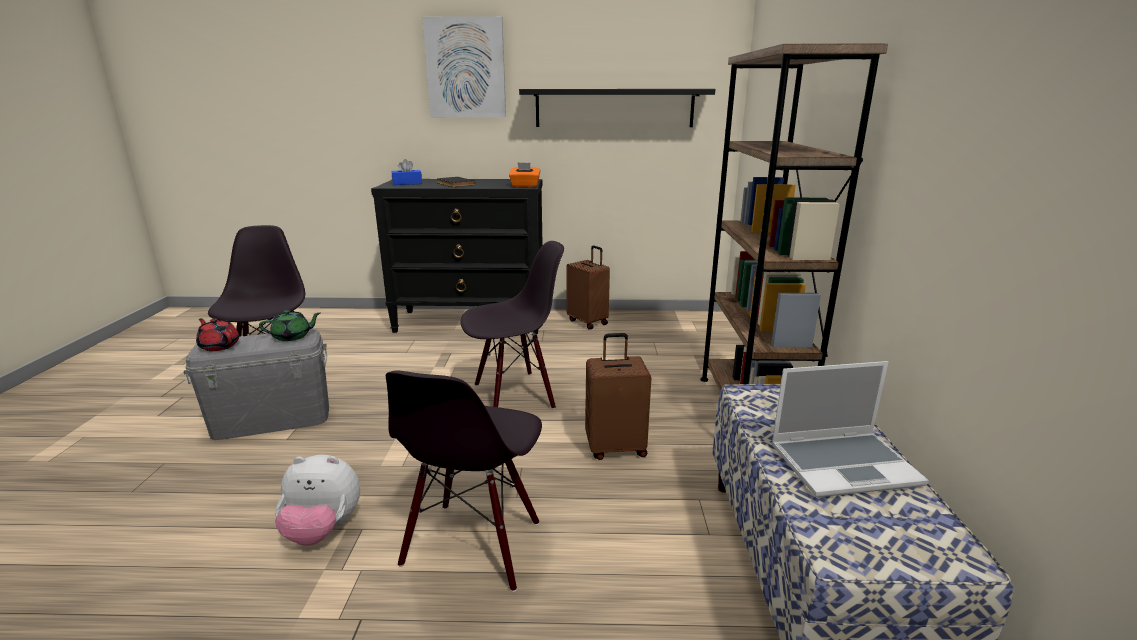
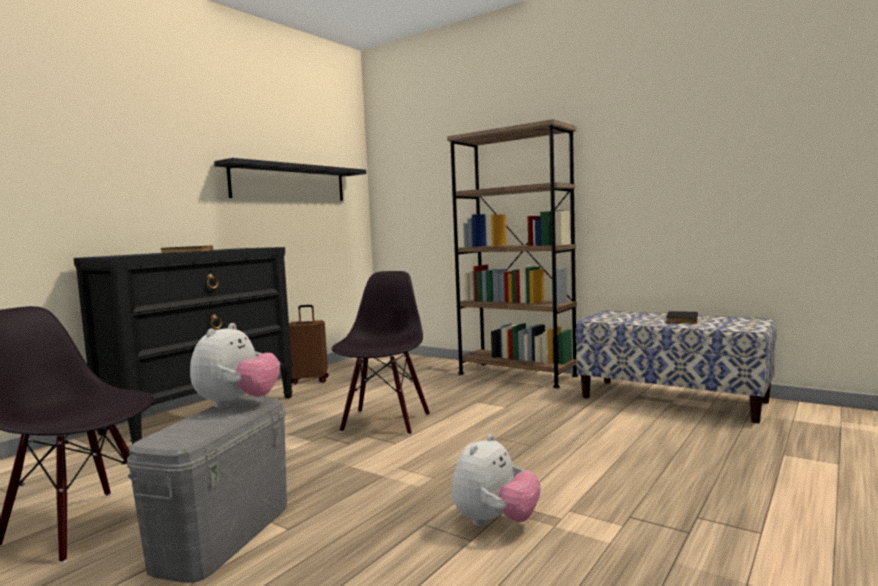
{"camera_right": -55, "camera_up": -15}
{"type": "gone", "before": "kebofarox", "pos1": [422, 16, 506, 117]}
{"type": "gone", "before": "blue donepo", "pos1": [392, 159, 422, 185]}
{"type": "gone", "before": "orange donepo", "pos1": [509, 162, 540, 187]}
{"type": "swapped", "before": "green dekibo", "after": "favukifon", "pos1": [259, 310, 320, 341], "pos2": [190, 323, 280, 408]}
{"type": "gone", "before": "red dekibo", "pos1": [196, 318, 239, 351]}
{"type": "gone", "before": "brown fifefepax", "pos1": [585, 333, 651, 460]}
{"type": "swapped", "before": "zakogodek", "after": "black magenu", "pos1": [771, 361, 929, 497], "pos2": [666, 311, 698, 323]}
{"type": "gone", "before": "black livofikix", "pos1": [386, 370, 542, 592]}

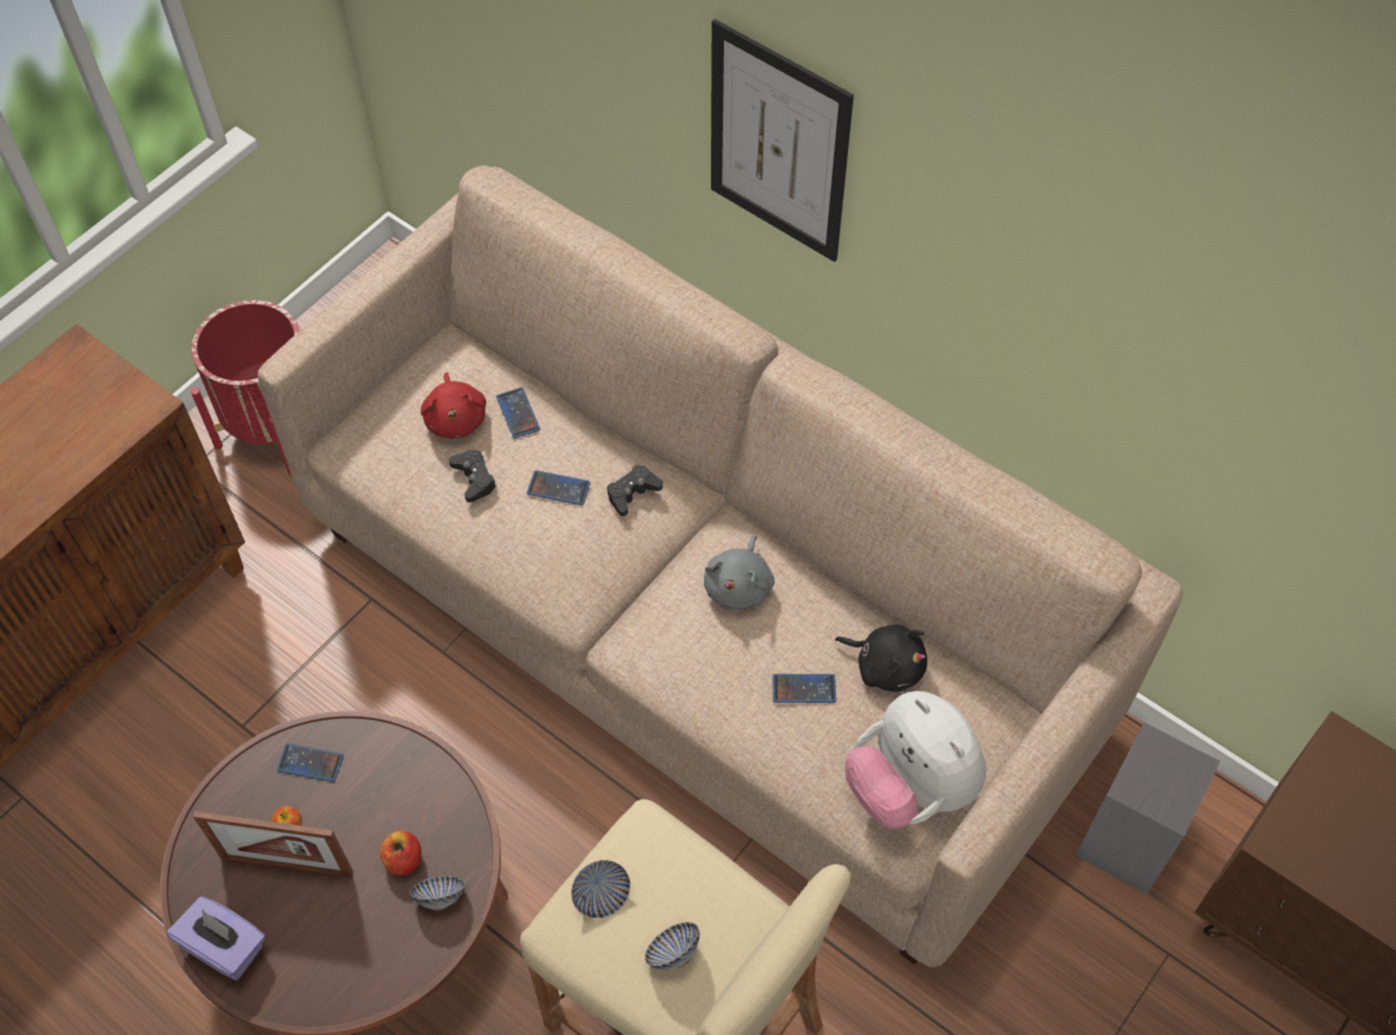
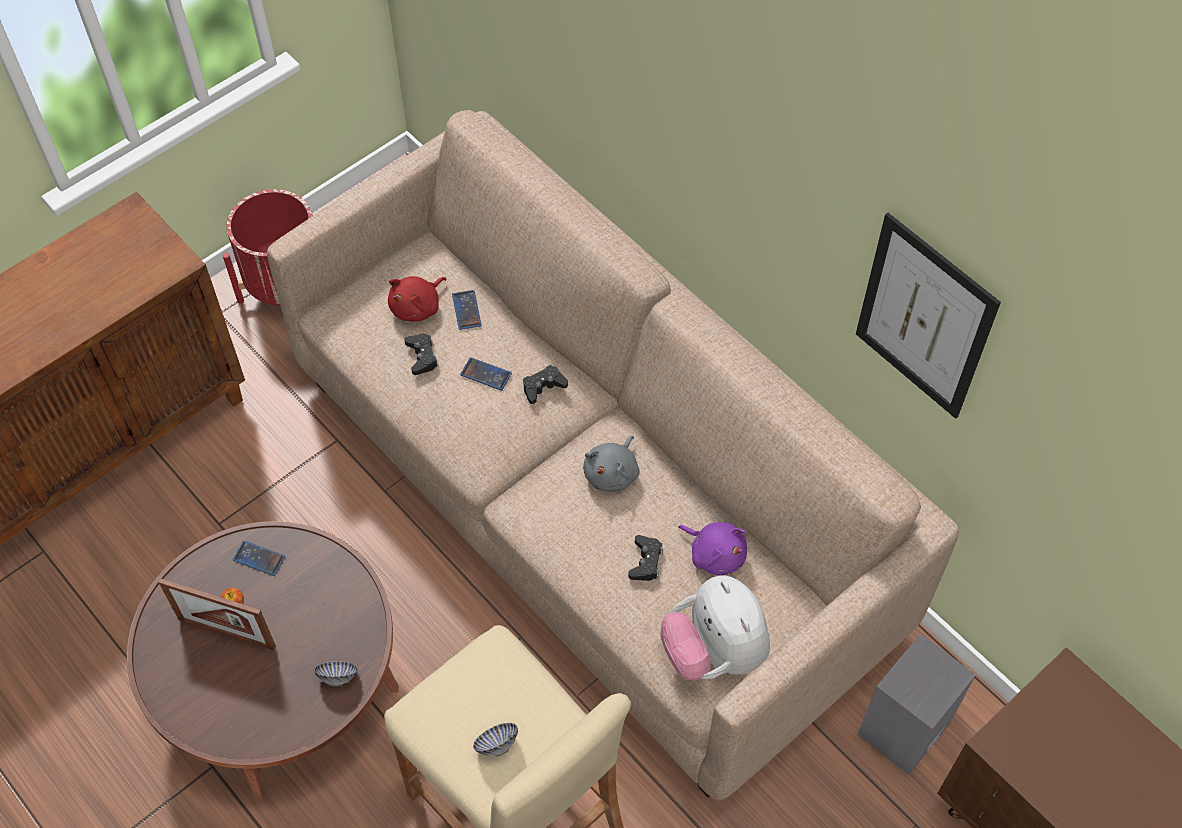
{"camera_right": 10, "camera_up": 0}
{"type": "shifted", "before": "kebofarox", "pos1": [711, 19, 854, 262], "pos2": [856, 213, 1001, 419]}
{"type": "rotated", "before": "red favukifon", "pos1": [421, 372, 486, 438], "pos2": [388, 276, 447, 322], "turn": 45}
{"type": "repainted", "before": "black favukifon", "after": "purple favukifon", "pos1": [835, 625, 927, 692], "pos2": [679, 522, 747, 576]}
{"type": "swapped", "before": "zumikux", "after": "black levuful", "pos1": [772, 674, 836, 703], "pos2": [628, 535, 663, 581]}
{"type": "gone", "before": "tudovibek", "pos1": [380, 831, 422, 876]}
{"type": "gone", "before": "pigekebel", "pos1": [572, 860, 630, 918]}
{"type": "gone", "before": "purple donepo", "pos1": [167, 896, 265, 980]}

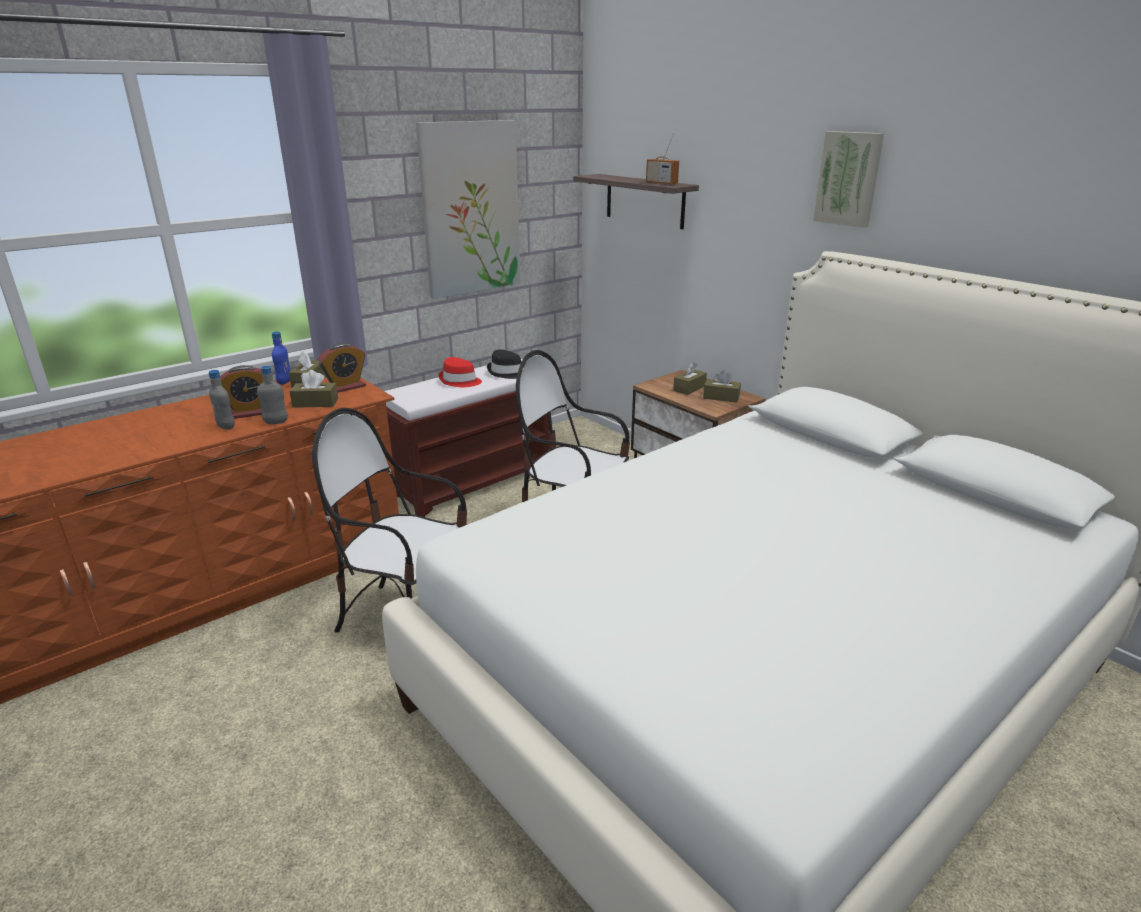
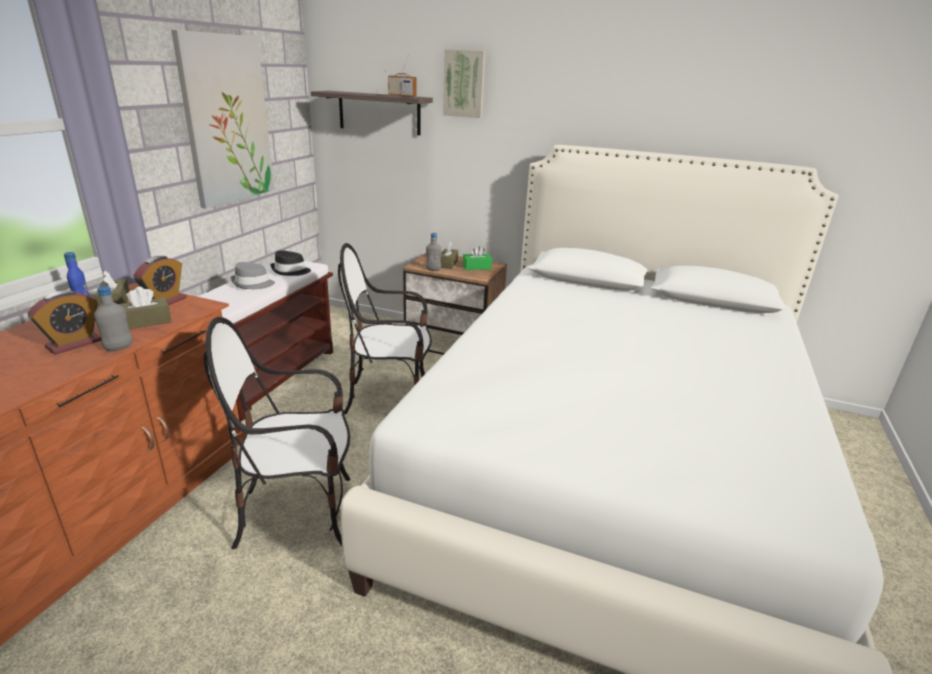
{"camera_right": -30, "camera_up": 0}
{"type": "shifted", "before": "kebofarox", "pos1": [813, 131, 884, 228], "pos2": [443, 49, 486, 118]}
{"type": "repainted", "before": "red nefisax", "after": "grey nefisax", "pos1": [439, 357, 482, 387], "pos2": [230, 262, 275, 289]}
{"type": "shifted", "before": "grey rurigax", "pos1": [209, 370, 235, 430], "pos2": [426, 233, 442, 271]}
{"type": "repainted", "before": "brown donepo", "after": "green donepo", "pos1": [703, 370, 741, 403], "pos2": [463, 245, 492, 270]}

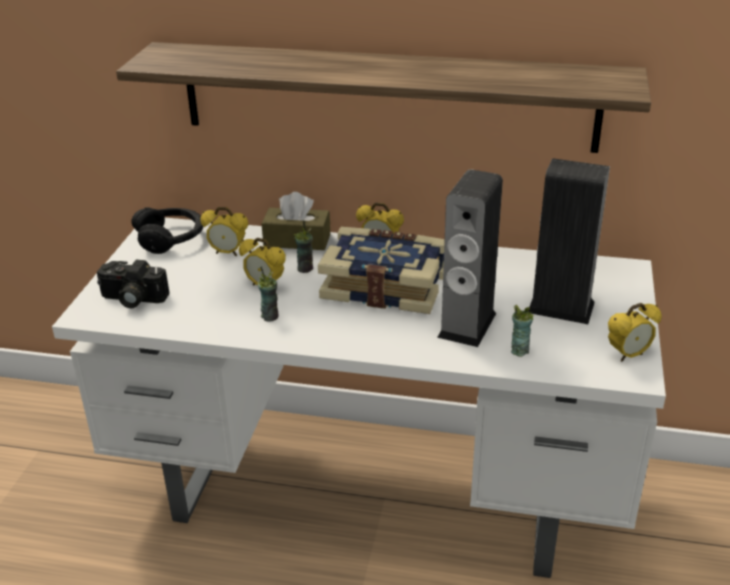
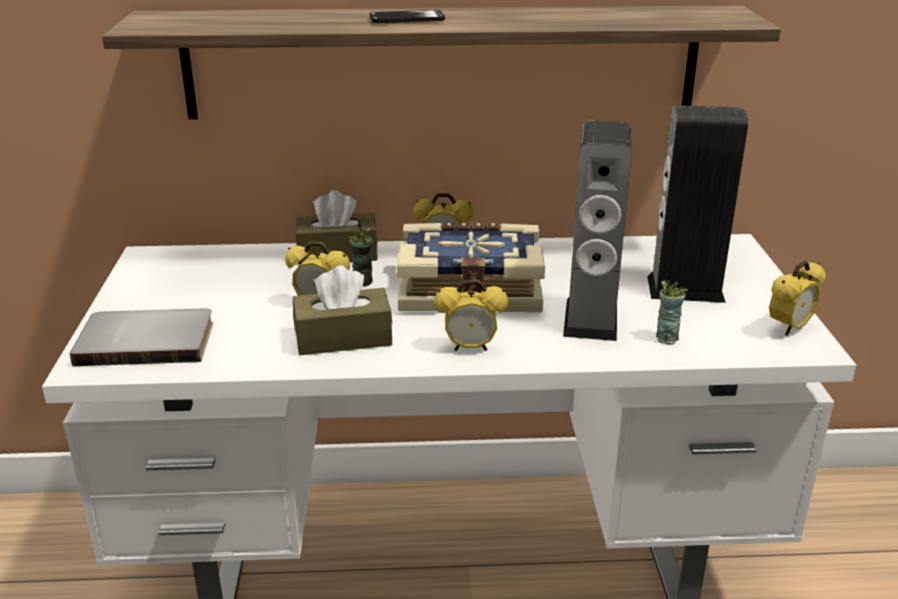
{"camera_right": -15, "camera_up": -5}
{"type": "gone", "before": "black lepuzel", "pos1": [131, 207, 203, 254]}
{"type": "shifted", "before": "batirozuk", "pos1": [200, 207, 248, 256], "pos2": [435, 279, 508, 351]}
{"type": "swapped", "before": "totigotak", "after": "grey magenu", "pos1": [97, 260, 169, 308], "pos2": [70, 309, 213, 366]}
{"type": "swapped", "before": "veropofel", "after": "brown donepo", "pos1": [258, 266, 279, 321], "pos2": [293, 265, 392, 355]}
{"type": "new", "after": "zumikux", "pos2": [370, 10, 445, 23]}

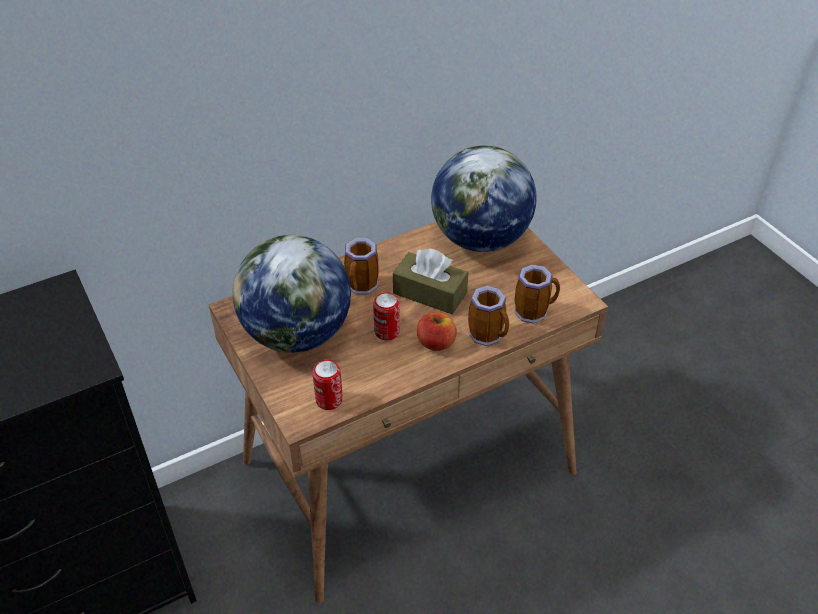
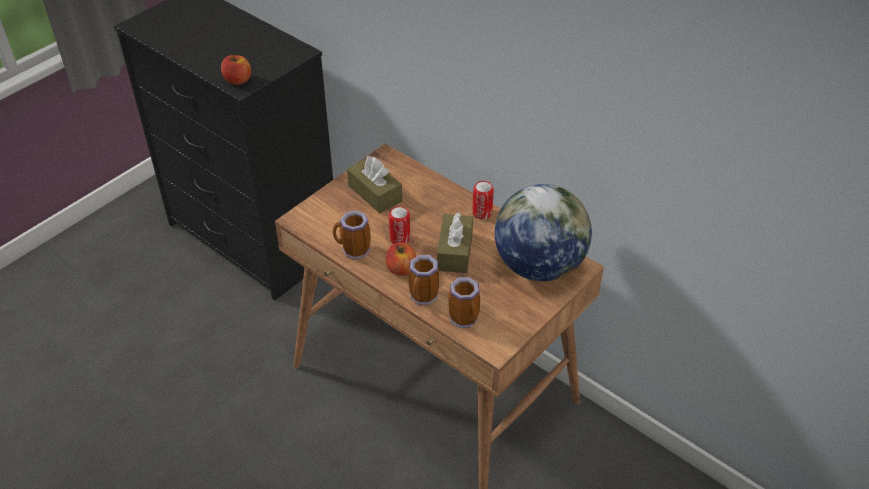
{"camera_right": 70, "camera_up": 0}
{"type": "swapped", "before": "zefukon", "after": "brown donepo", "pos1": [233, 235, 351, 353], "pos2": [347, 156, 402, 213]}
{"type": "shifted", "before": "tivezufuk", "pos1": [344, 238, 378, 294], "pos2": [333, 210, 371, 260]}
{"type": "shifted", "before": "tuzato", "pos1": [313, 360, 343, 410], "pos2": [472, 181, 494, 219]}
{"type": "new", "after": "tudovibek", "pos2": [221, 55, 251, 85]}

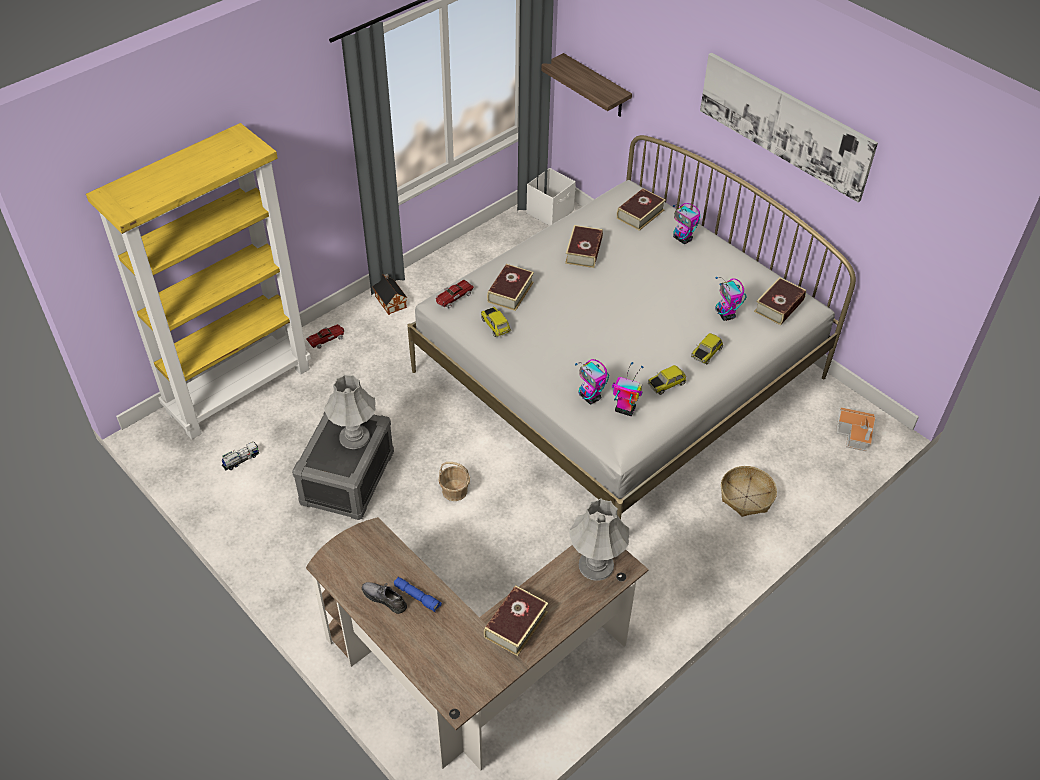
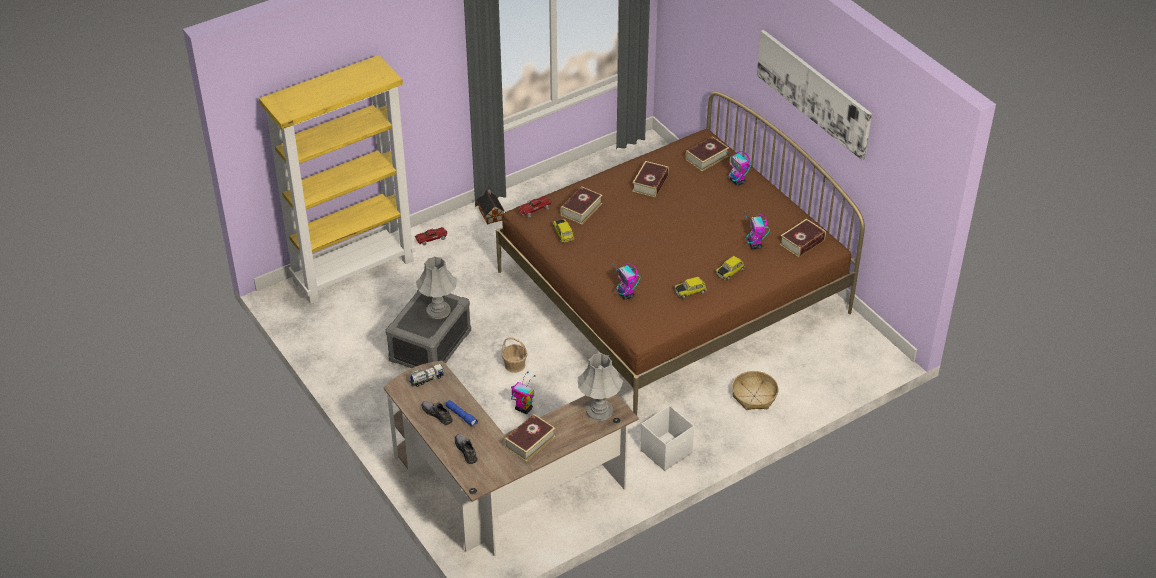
{"camera_right": 10, "camera_up": -5}
{"type": "gone", "before": "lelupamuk", "pos1": [541, 53, 632, 117]}
{"type": "repainted", "before": "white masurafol", "after": "brown masurafol", "pos1": [407, 135, 856, 519], "pos2": [496, 92, 865, 416]}
{"type": "shifted", "before": "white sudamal", "pos1": [526, 168, 576, 226], "pos2": [640, 406, 694, 471]}
{"type": "shifted", "before": "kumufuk", "pos1": [612, 362, 643, 416], "pos2": [511, 371, 536, 414]}
{"type": "gone", "before": "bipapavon", "pos1": [837, 407, 876, 452]}
{"type": "shifted", "before": "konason", "pos1": [222, 442, 259, 470], "pos2": [409, 364, 444, 387]}
{"type": "new", "after": "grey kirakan", "pos2": [455, 434, 478, 464]}

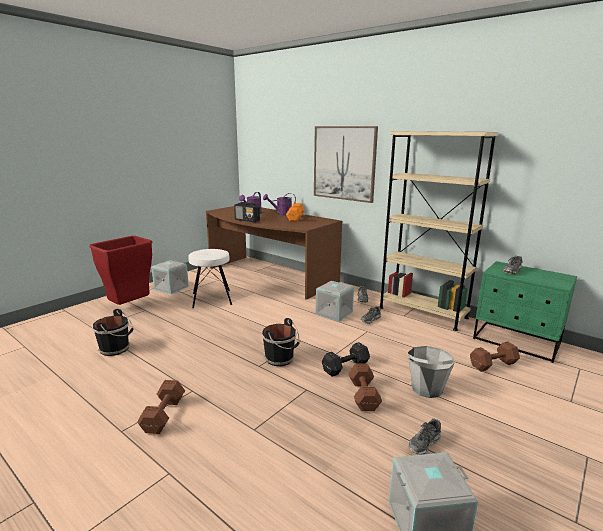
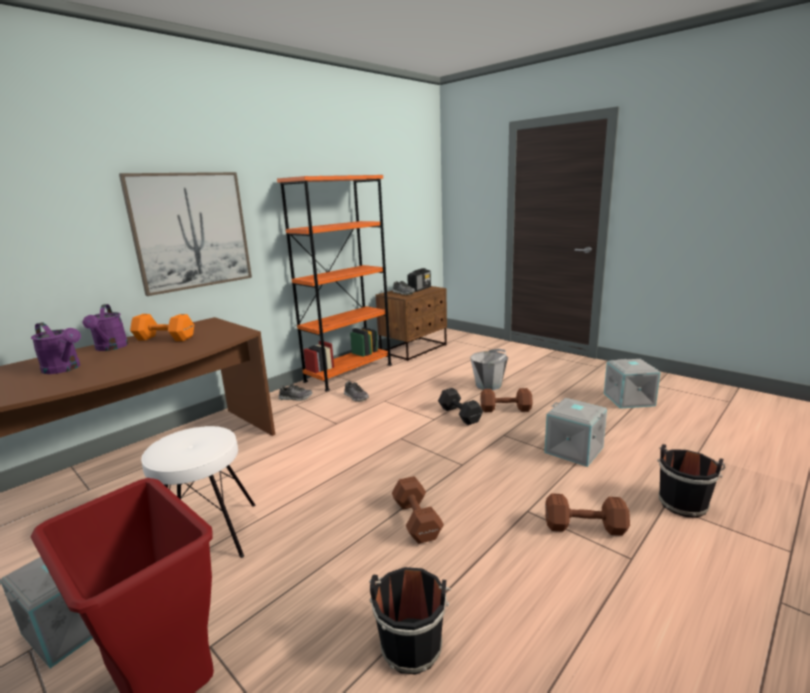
{"camera_right": -85, "camera_up": 0}
{"type": "repainted", "before": "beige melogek", "after": "orange melogek", "pos1": [380, 131, 499, 331], "pos2": [277, 175, 392, 391]}
{"type": "shifted", "before": "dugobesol", "pos1": [234, 202, 260, 222], "pos2": [407, 268, 431, 292]}
{"type": "repainted", "before": "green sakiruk", "after": "brown sakiruk", "pos1": [473, 261, 577, 363], "pos2": [376, 286, 447, 361]}
{"type": "shifted", "before": "grey sudamal", "pos1": [316, 281, 354, 322], "pos2": [544, 398, 607, 467]}
{"type": "shifted", "before": "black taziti", "pos1": [262, 318, 299, 366], "pos2": [657, 444, 726, 518]}
{"type": "shifted", "before": "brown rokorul", "pos1": [470, 342, 520, 372], "pos2": [392, 476, 444, 544]}
{"type": "gone", "before": "kirakan", "pos1": [408, 418, 441, 455]}

